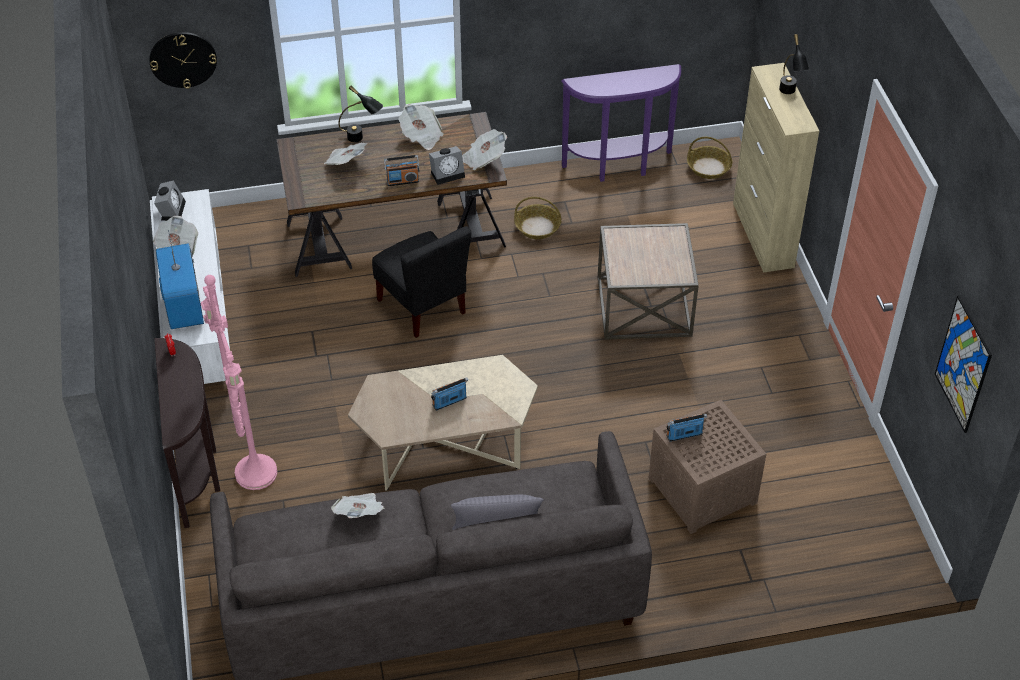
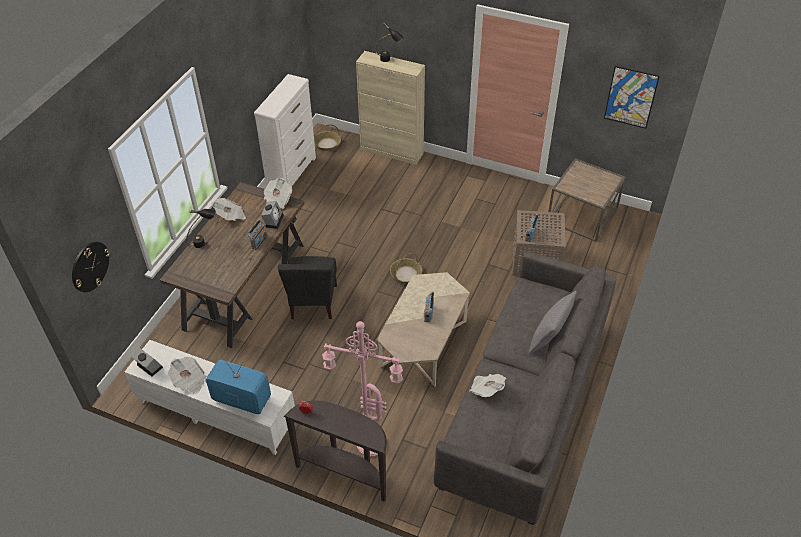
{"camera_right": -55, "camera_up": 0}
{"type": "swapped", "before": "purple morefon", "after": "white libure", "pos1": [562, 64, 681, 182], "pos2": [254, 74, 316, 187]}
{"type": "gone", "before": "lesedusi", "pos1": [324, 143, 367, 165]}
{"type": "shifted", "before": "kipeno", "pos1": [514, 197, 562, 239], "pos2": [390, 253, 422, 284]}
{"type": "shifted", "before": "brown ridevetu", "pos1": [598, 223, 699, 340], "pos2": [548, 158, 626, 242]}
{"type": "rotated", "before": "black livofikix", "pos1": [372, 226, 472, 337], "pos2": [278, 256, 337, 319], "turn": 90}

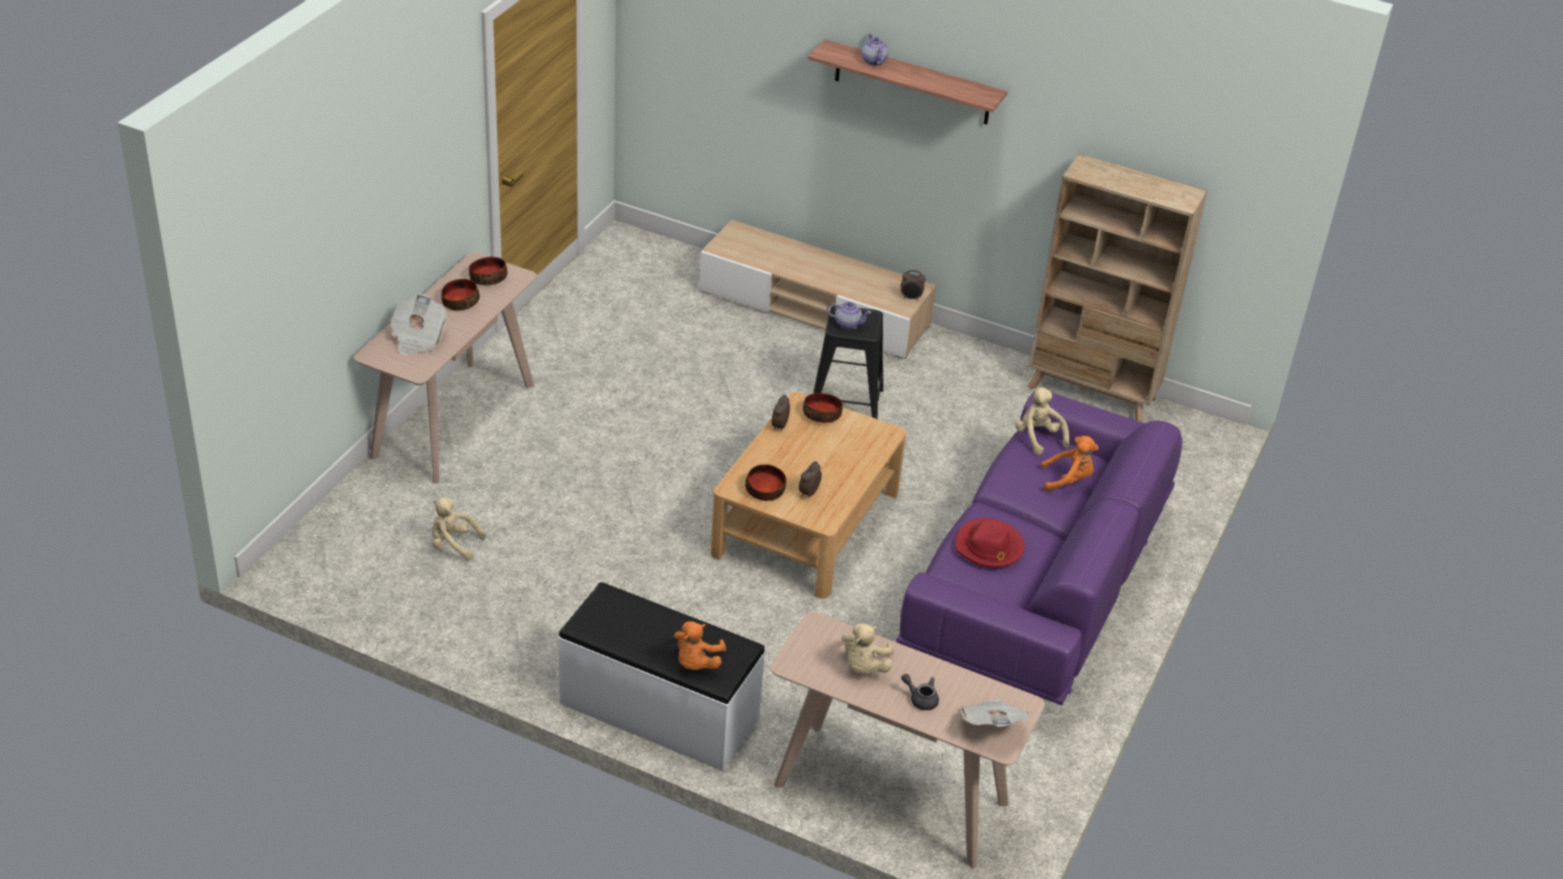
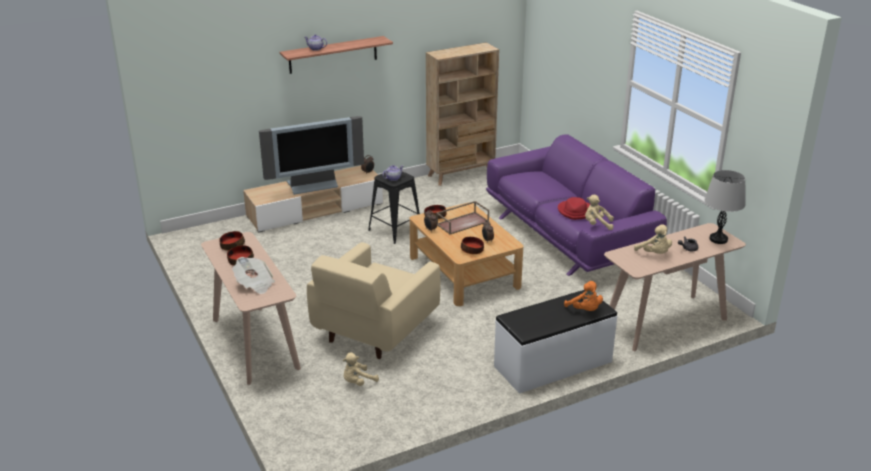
{"camera_right": -50, "camera_up": -10}
{"type": "shifted", "before": "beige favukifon", "pos1": [1015, 387, 1069, 455], "pos2": [585, 195, 614, 230]}
{"type": "gone", "before": "orange favukifon", "pos1": [1041, 436, 1099, 491]}
{"type": "swapped", "before": "lesedusi", "after": "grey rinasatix", "pos1": [960, 699, 1029, 727], "pos2": [704, 170, 746, 244]}
{"type": "new", "after": "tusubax", "pos2": [259, 116, 364, 195]}
{"type": "new", "after": "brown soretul", "pos2": [436, 201, 489, 235]}
{"type": "new", "after": "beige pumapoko", "pos2": [307, 242, 441, 359]}

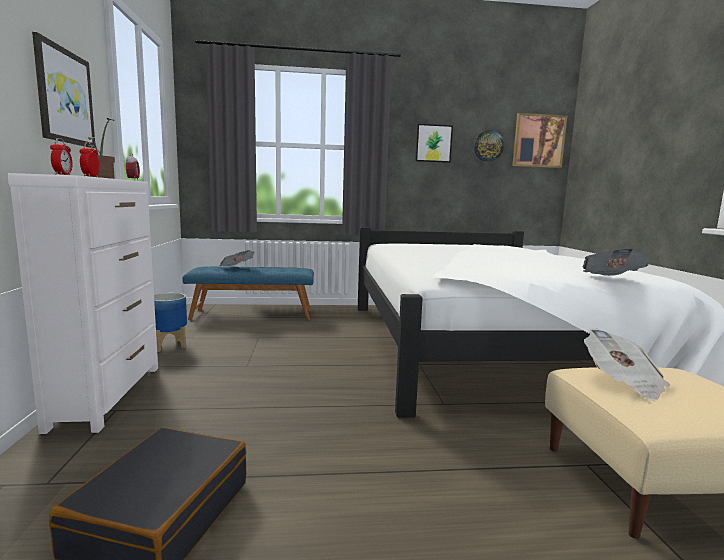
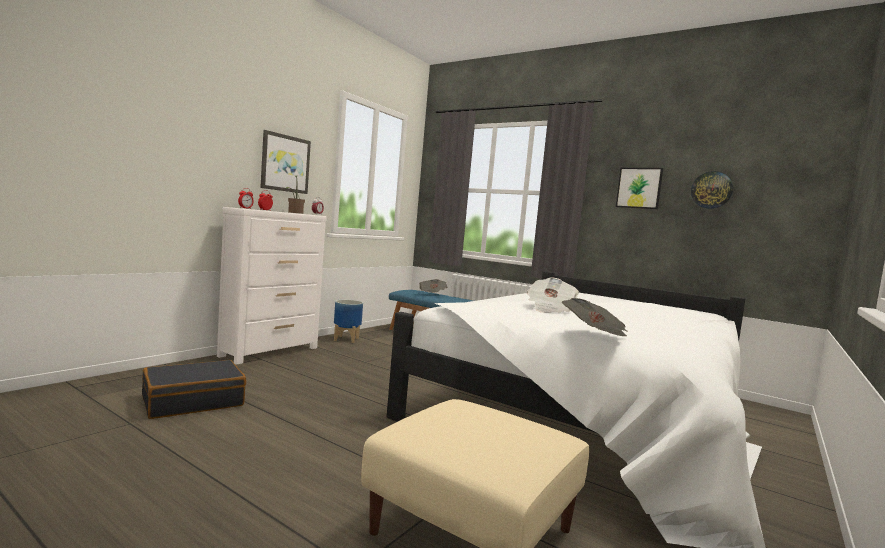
{"camera_right": 40, "camera_up": -5}
{"type": "gone", "before": "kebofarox", "pos1": [512, 113, 567, 168]}
{"type": "shifted", "before": "lesedusi", "pos1": [584, 328, 670, 402], "pos2": [527, 278, 579, 313]}

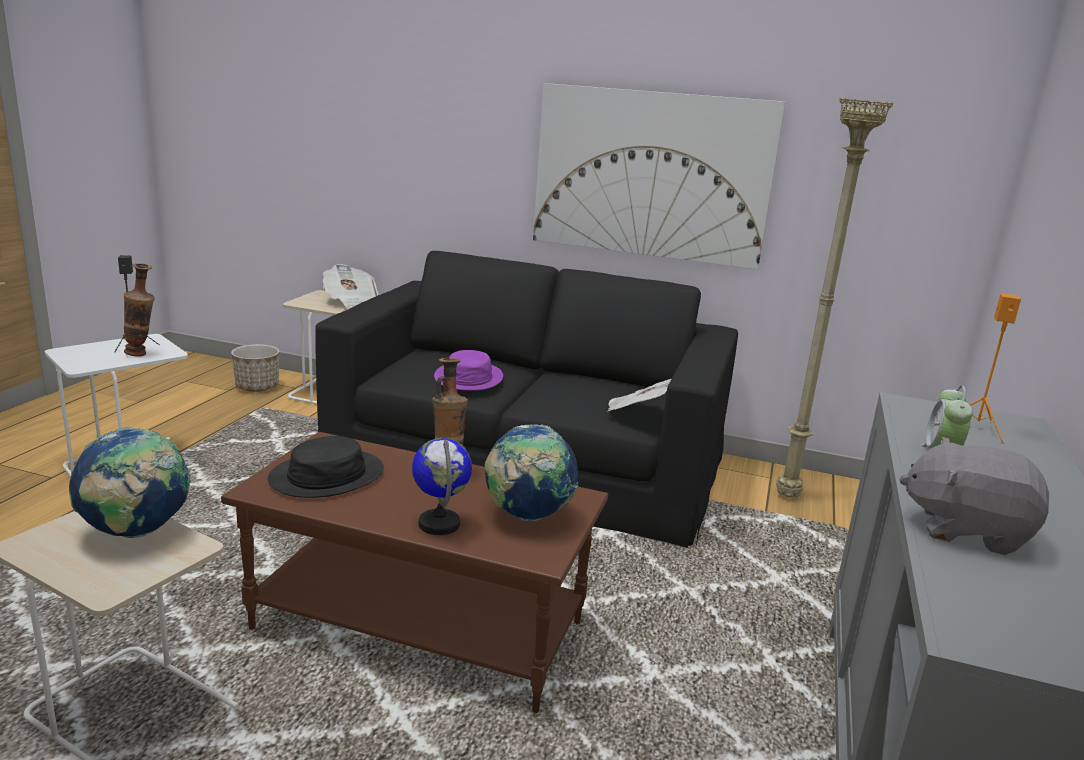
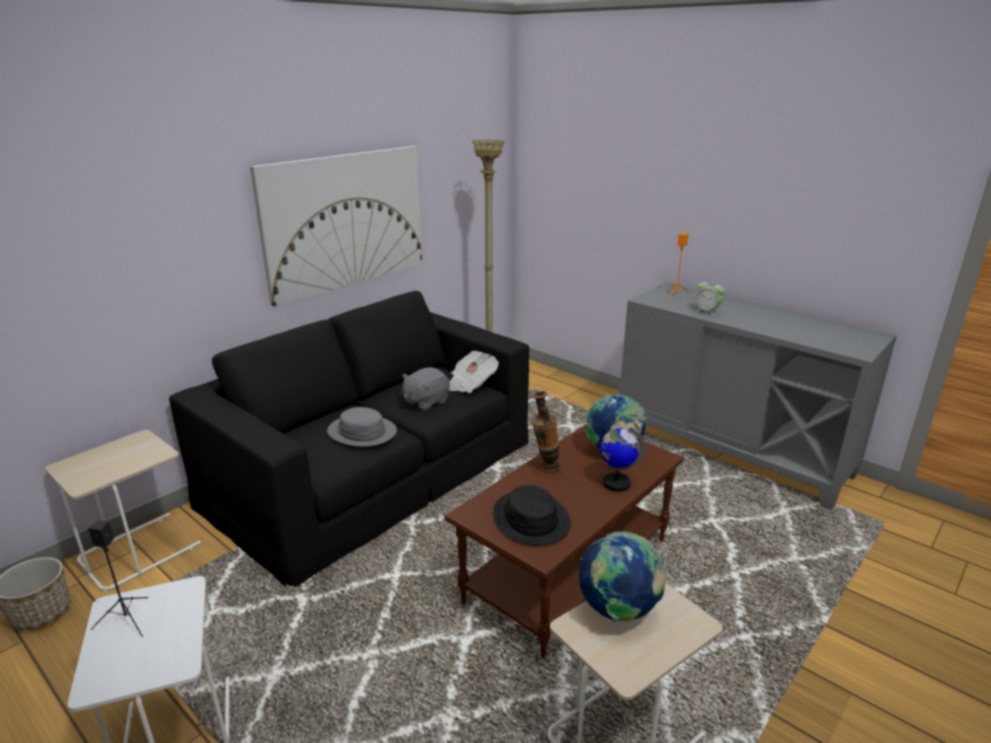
{"camera_right": -65, "camera_up": 5}
{"type": "gone", "before": "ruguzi", "pos1": [124, 263, 155, 357]}
{"type": "gone", "before": "lesedusi", "pos1": [323, 264, 378, 309]}
{"type": "repainted", "before": "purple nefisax", "after": "grey nefisax", "pos1": [434, 350, 503, 391], "pos2": [327, 407, 397, 447]}
{"type": "shifted", "before": "grey favukifon", "pos1": [899, 437, 1049, 555], "pos2": [402, 367, 450, 411]}

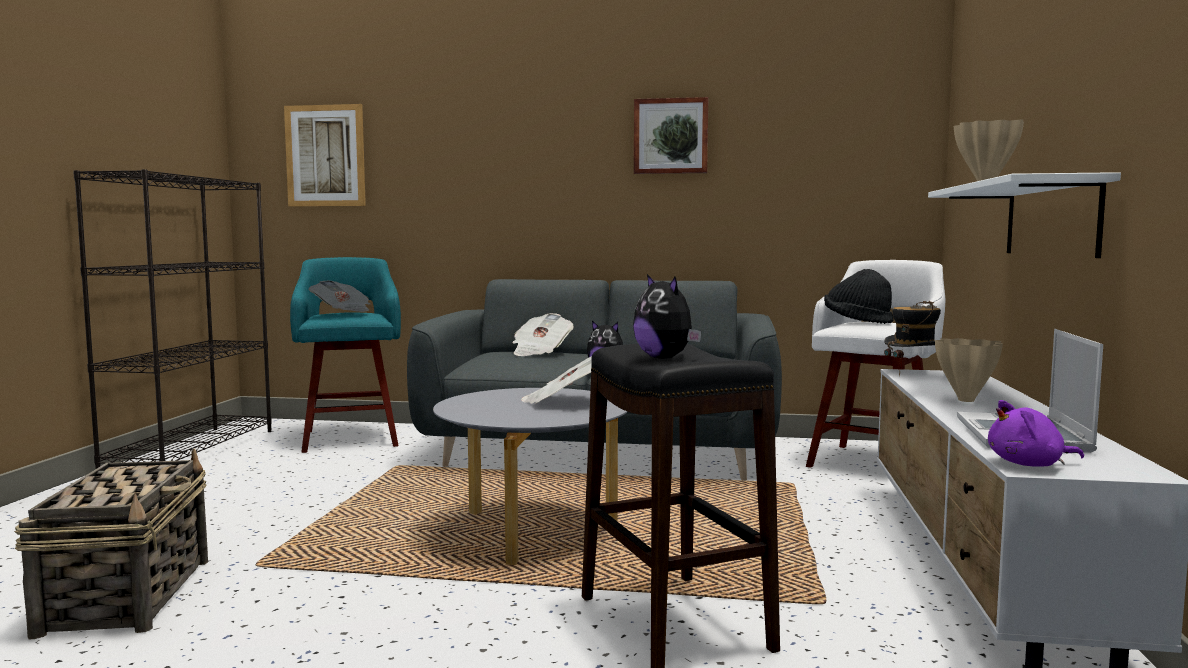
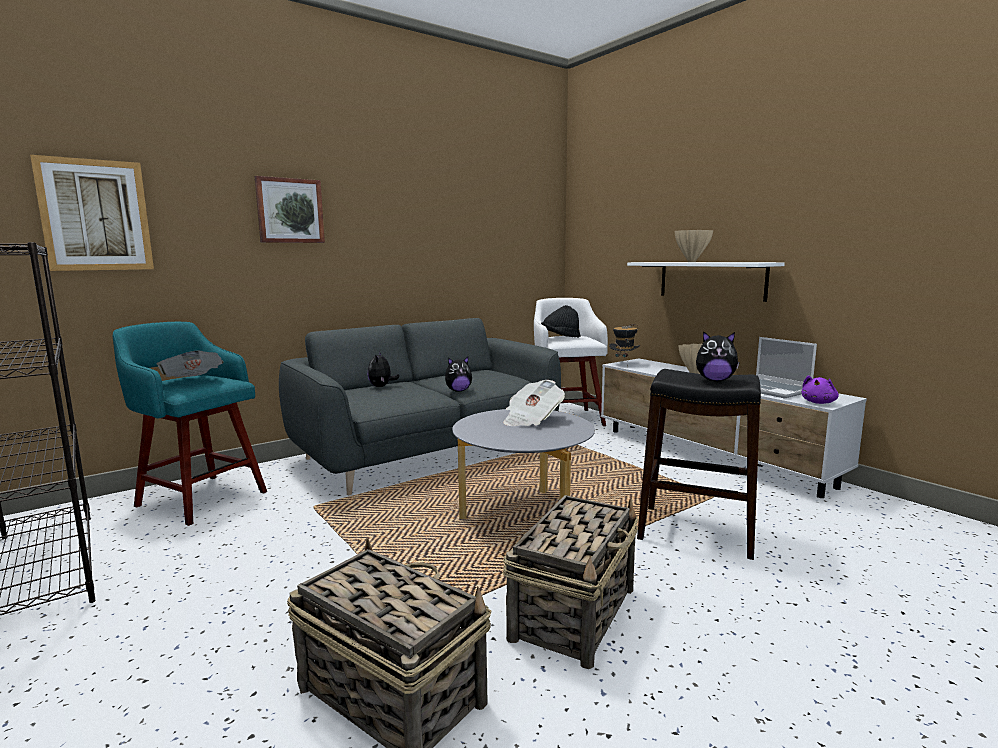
{"camera_right": -45, "camera_up": 5}
{"type": "shifted", "before": "kebofarox", "pos1": [634, 97, 708, 174], "pos2": [255, 176, 325, 243]}
{"type": "swapped", "before": "lesedusi", "after": "favukifon", "pos1": [512, 313, 574, 356], "pos2": [368, 353, 399, 387]}
{"type": "new", "after": "kipeno", "pos2": [503, 495, 638, 669]}

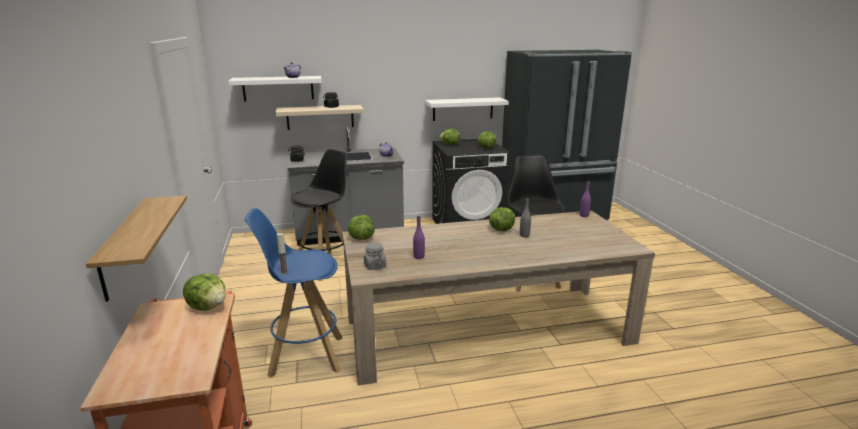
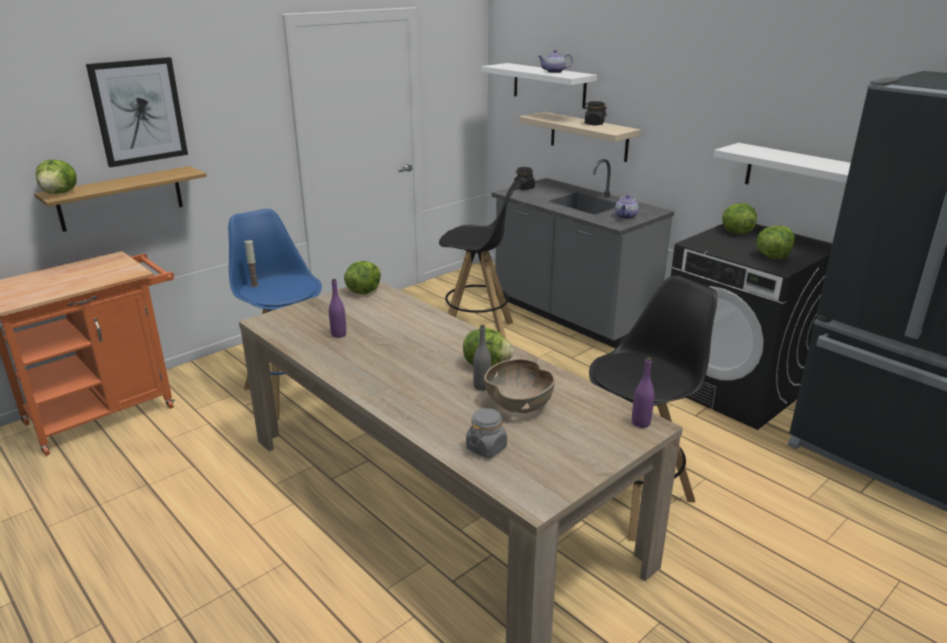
{"camera_right": 60, "camera_up": 5}
{"type": "shifted", "before": "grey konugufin", "pos1": [364, 242, 386, 270], "pos2": [466, 408, 507, 458]}
{"type": "shifted", "before": "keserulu", "pos1": [183, 274, 225, 311], "pos2": [36, 159, 77, 194]}
{"type": "new", "after": "kebofarox", "pos2": [86, 57, 188, 168]}
{"type": "new", "after": "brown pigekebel", "pos2": [484, 359, 555, 413]}

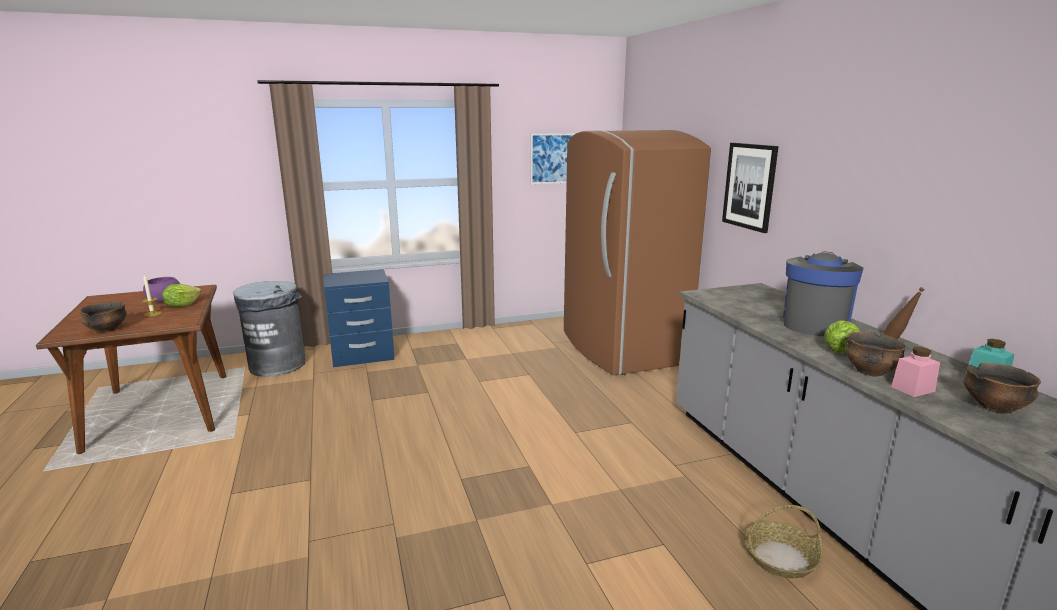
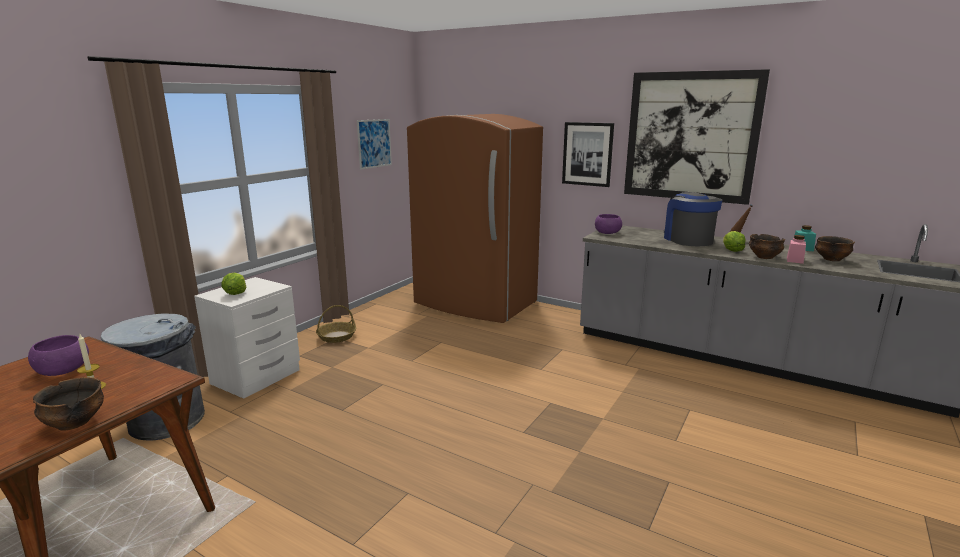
{"camera_right": -40, "camera_up": 0}
{"type": "repainted", "before": "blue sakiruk", "after": "white sakiruk", "pos1": [324, 269, 394, 367], "pos2": [194, 277, 300, 399]}
{"type": "shifted", "before": "keserulu", "pos1": [162, 284, 201, 307], "pos2": [221, 273, 246, 295]}
{"type": "shifted", "before": "kipeno", "pos1": [744, 505, 823, 578], "pos2": [316, 305, 356, 343]}
{"type": "new", "after": "kebofarox", "pos2": [624, 69, 770, 205]}
{"type": "new", "after": "purple pigekebel", "pos2": [595, 214, 622, 234]}

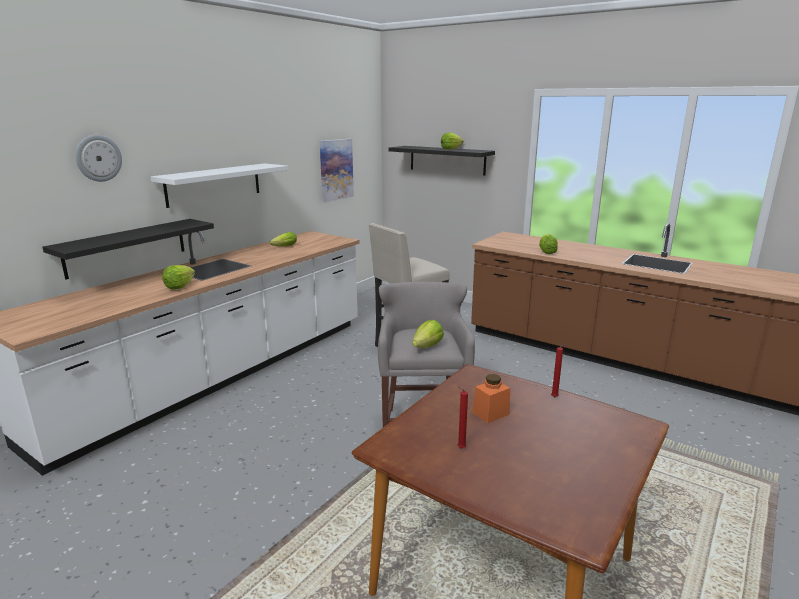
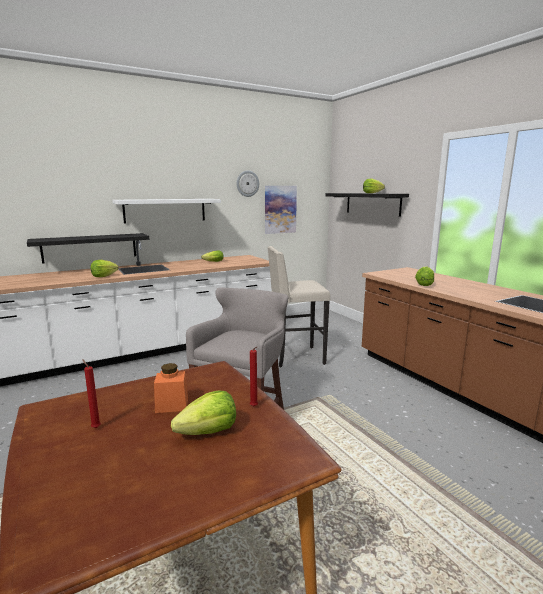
{"camera_right": 25, "camera_up": -5}
{"type": "shifted", "before": "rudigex", "pos1": [75, 135, 122, 182], "pos2": [236, 170, 259, 197]}
{"type": "shifted", "before": "keserulu", "pos1": [412, 320, 444, 348], "pos2": [171, 391, 236, 435]}

